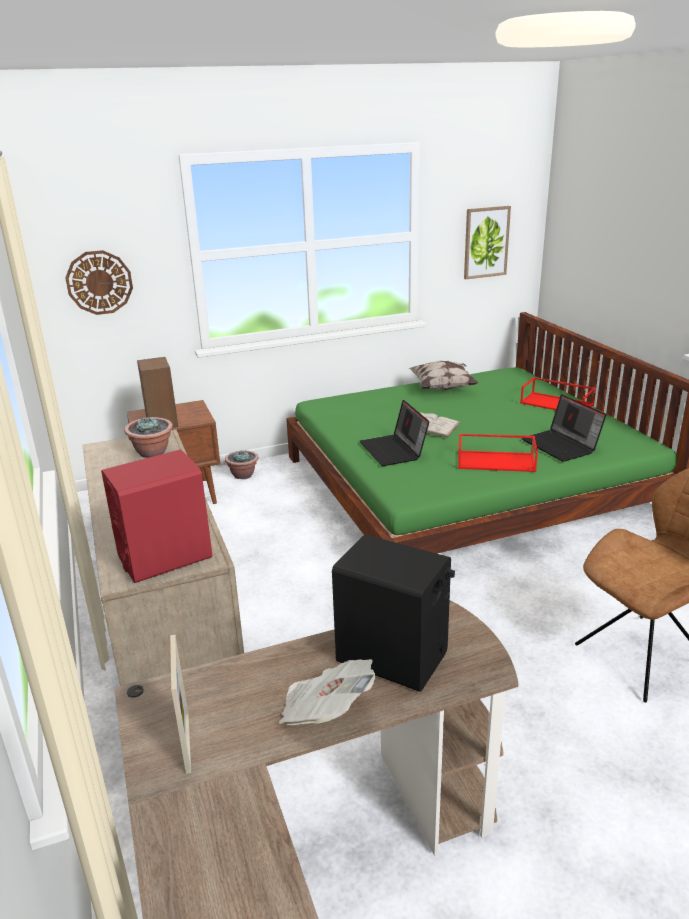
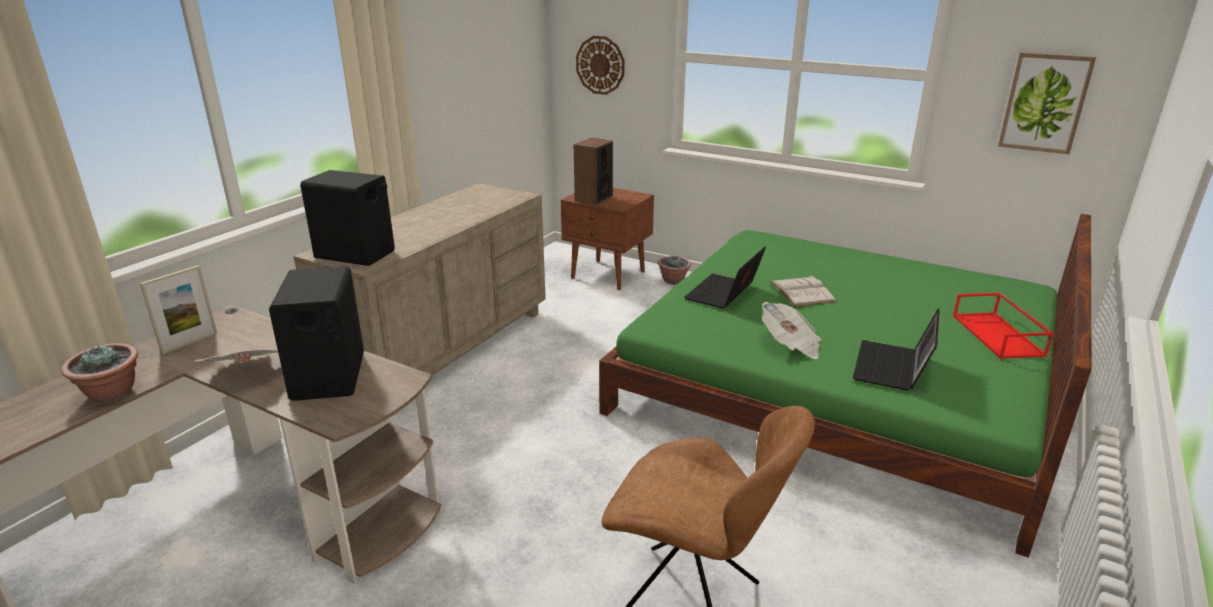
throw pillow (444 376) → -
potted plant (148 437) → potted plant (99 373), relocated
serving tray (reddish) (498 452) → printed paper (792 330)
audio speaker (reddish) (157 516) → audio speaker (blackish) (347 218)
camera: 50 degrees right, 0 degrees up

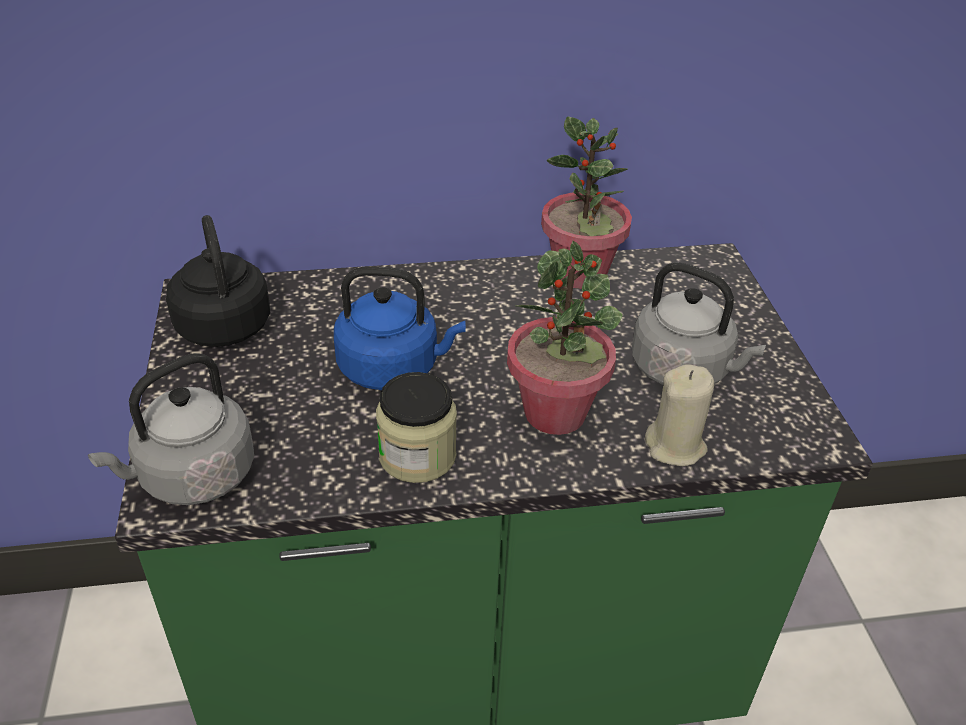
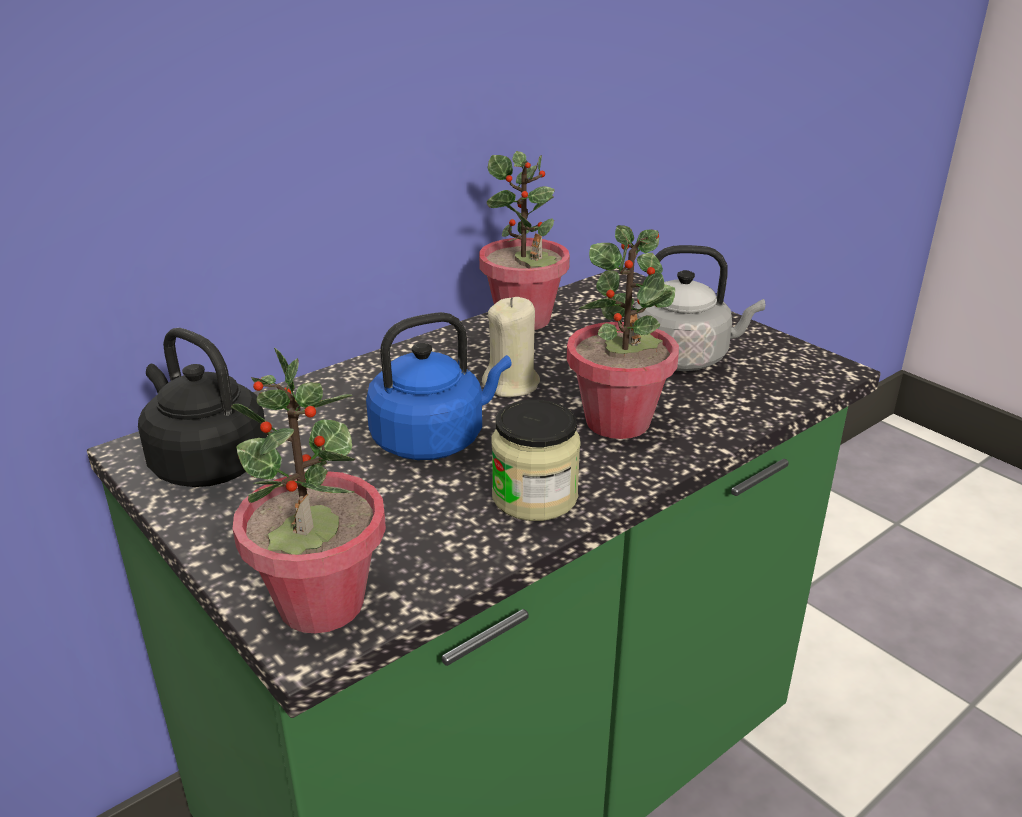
water kettle (grey) (171 429) → potted plant (308 490)
wax candle (sand-coloured) (679 415) → wax candle (sand-coloured) (511 347), relocated
camera: 30 degrees left, 10 degrees down

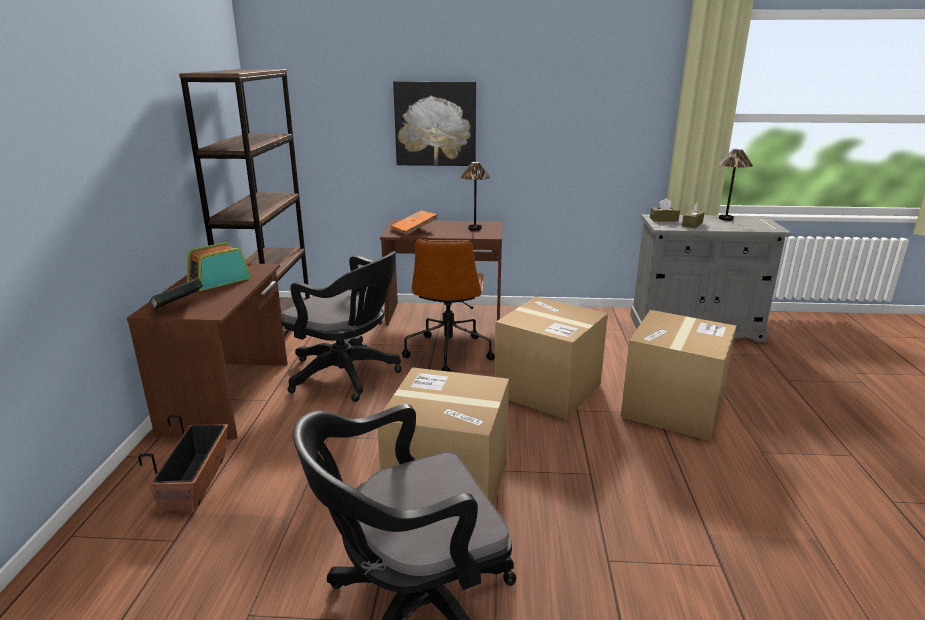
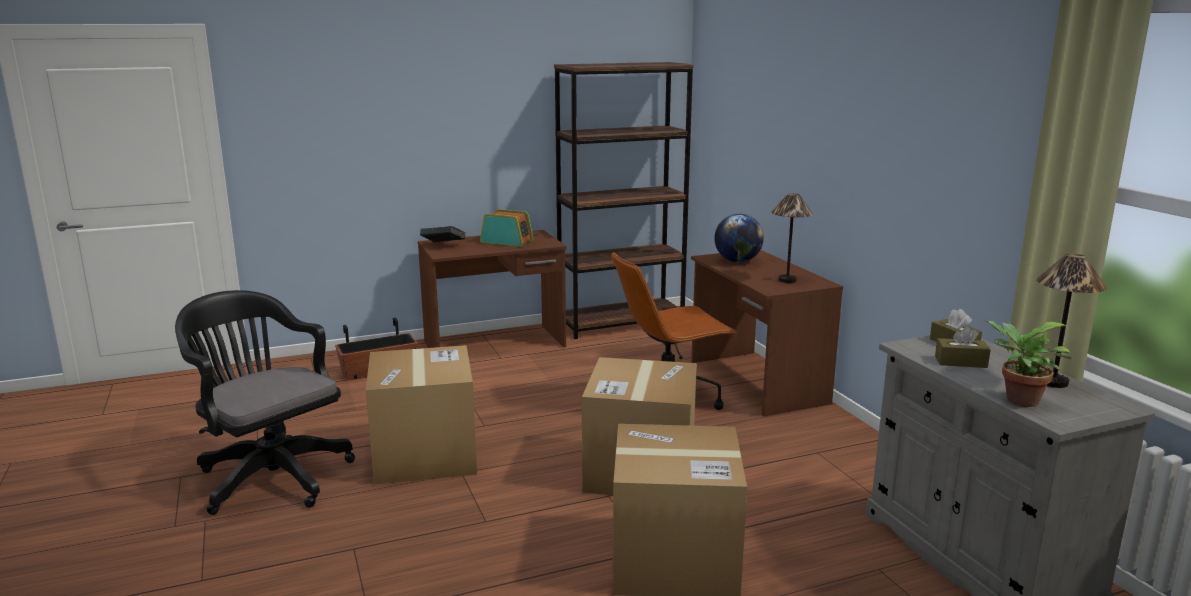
wall art (434 123) → -
volume (orange) (414 222) → globe (739 238)
office chair (blackish) (341 326) → -
- → potted plant (1028 363)
camera: 65 degrees right, 5 degrees down

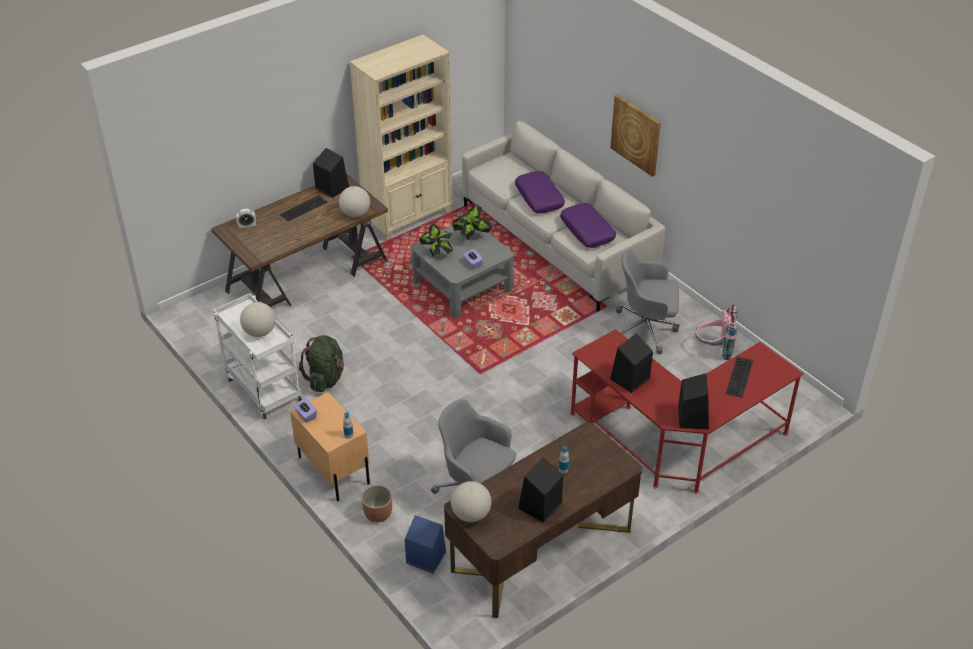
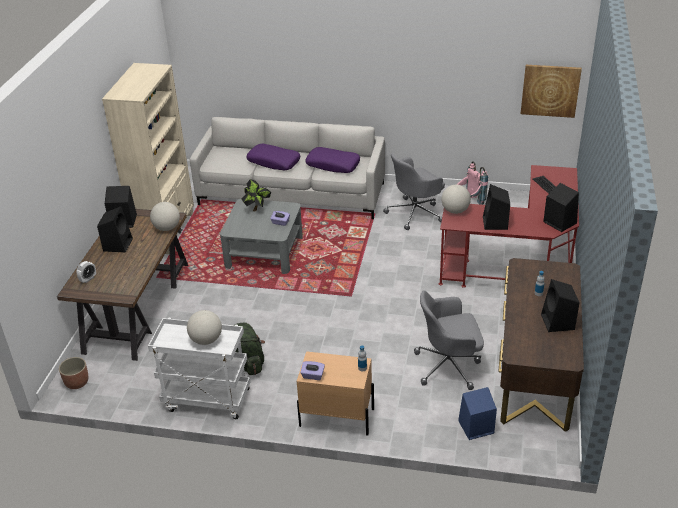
wall art (635 136) → wall art (551 91), relocated
computer keyboard (303 208) → audio speaker (blackish) (115 229)
potted plant (436 240) → -
globe (471 501) → globe (456 199), relocated
flower pot (376 503) → flower pot (74 373), relocated
camera: 40 degrees left, 5 degrees down

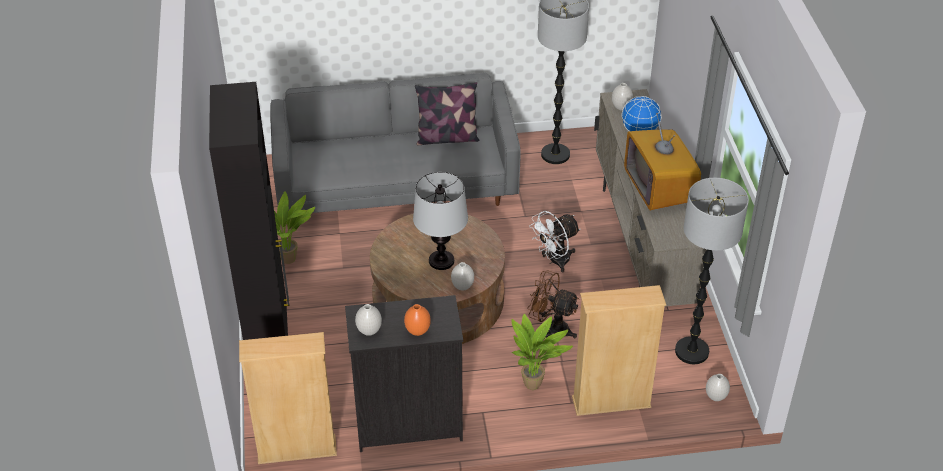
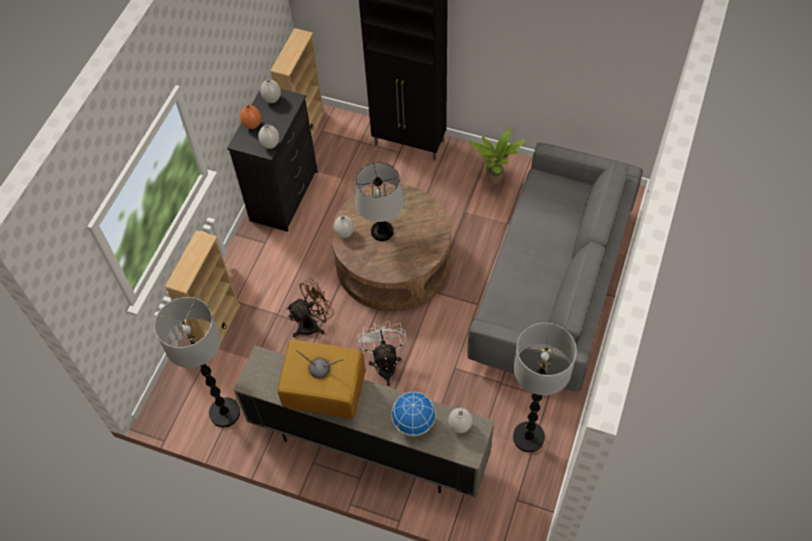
throw pillow (447 113) → -
potted plant (542 352) → -
flower vase (white-coloured) (718 387) → flower vase (white-coloured) (268 137), relocated
camera: 120 degrees right, 15 degrees up

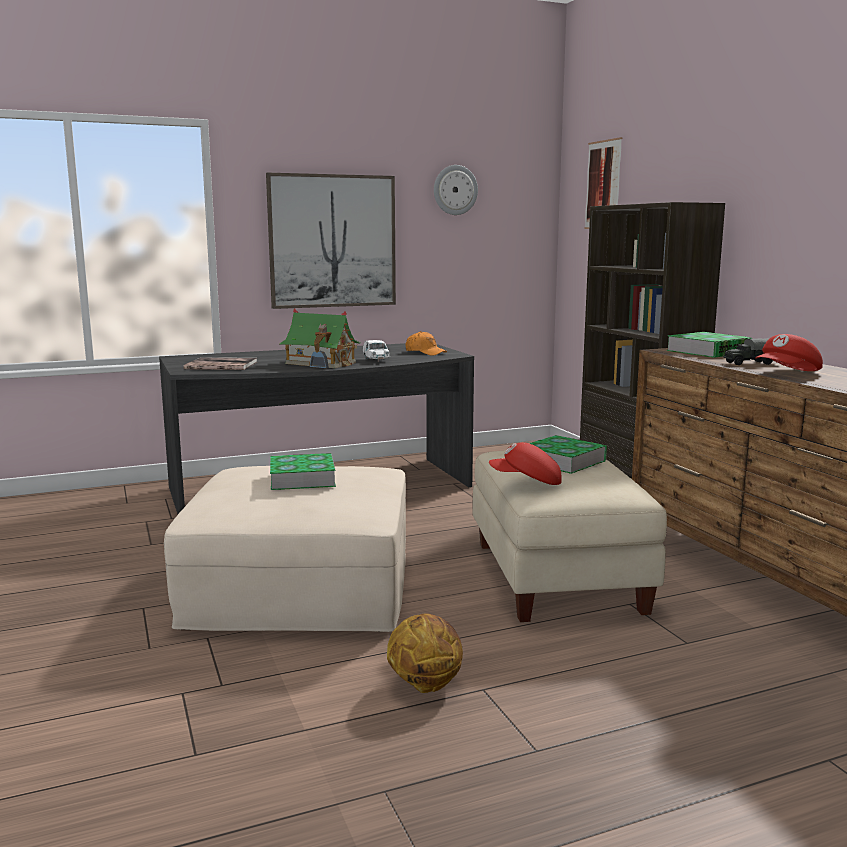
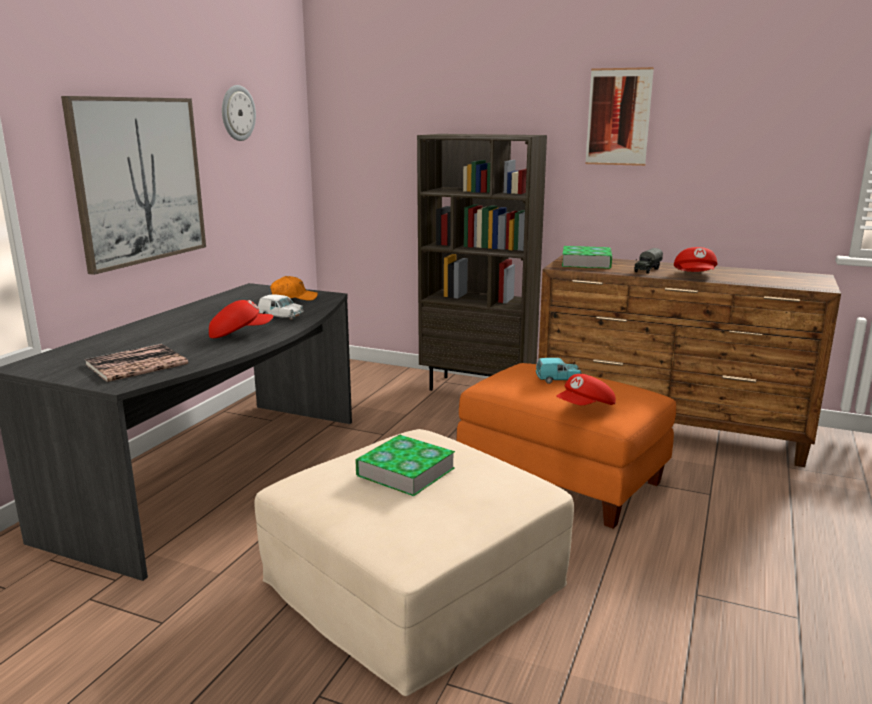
wall art (603 183) → wall art (619 116), relocated
miniature house (320 338) → baseball cap (reddish) (241 319)
volume (568 454) → miniature car (blue-green) (559 371)
ottoman (sand-coloured) (569 536) → ottoman (orange) (566 446)
basketball (425 653) → -
camera: 45 degrees left, 5 degrees up

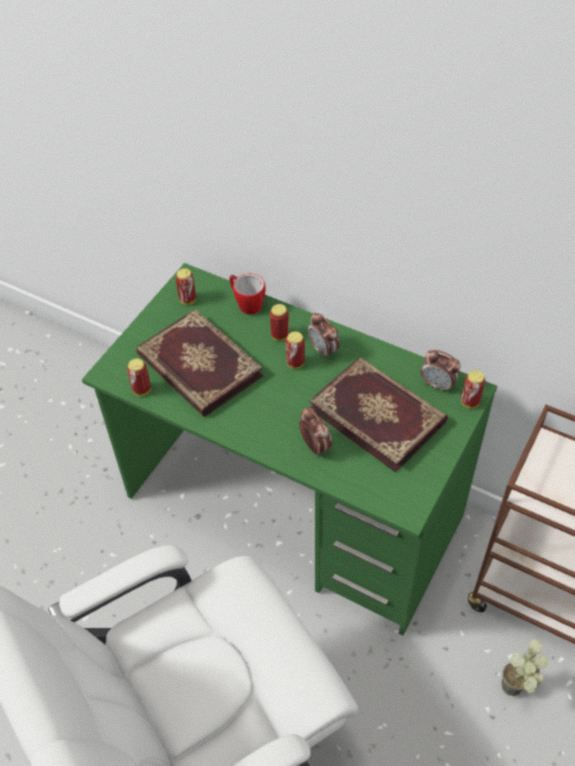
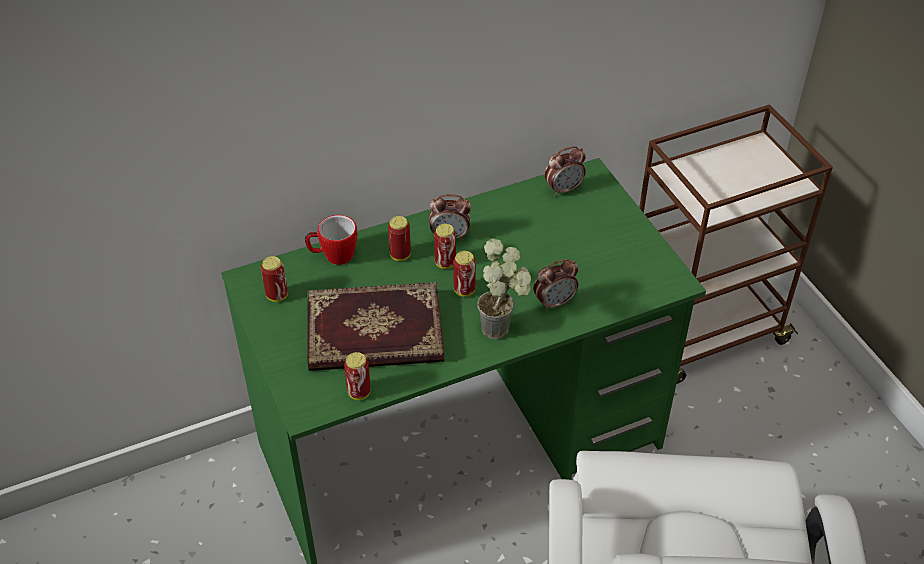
volume (378 414) → -
sealed can (473 389) → sealed can (464 274), relocated
bedside clock (315 431) → bedside clock (555 285), 150 degrees clockwise
potted plant (524 667) → potted plant (504 288), relocated
camera: 55 degrees left, 5 degrees down

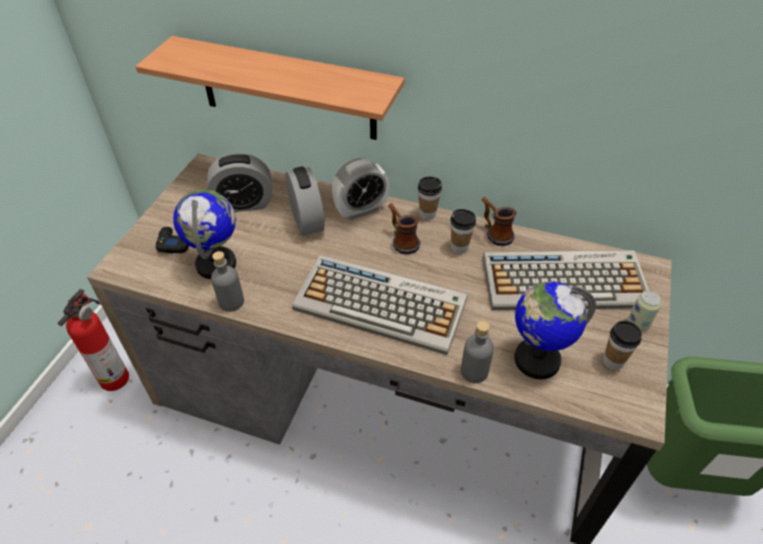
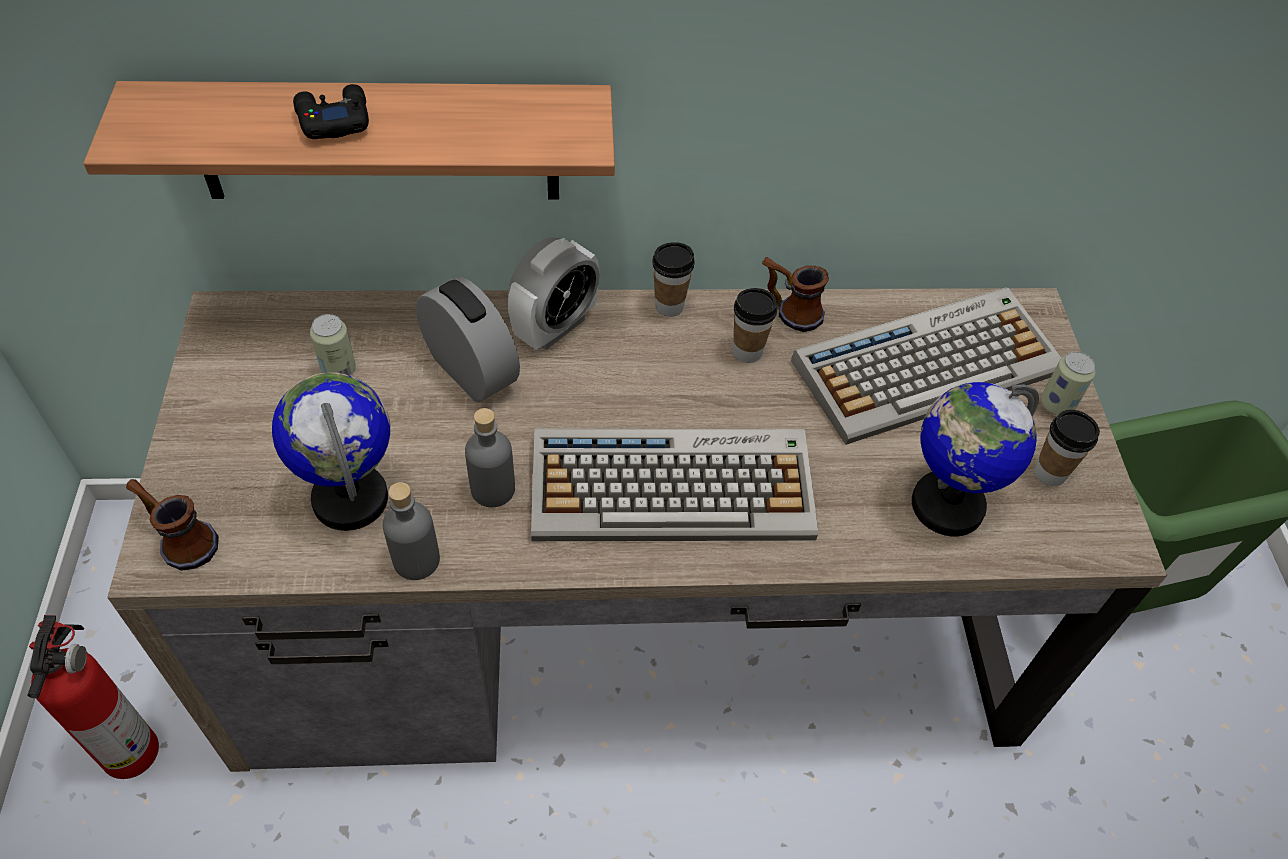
bedside clock (239 182) → sealed can (333 345)
mug (404 228) → mug (172 525), relocated
joypad (blackish) (172 240) → joypad (blackish) (331 112), relocated
beverage bottle (grey) (477 352) → beverage bottle (grey) (490 457), relocated
camera: 25 degrees left, 5 degrees up

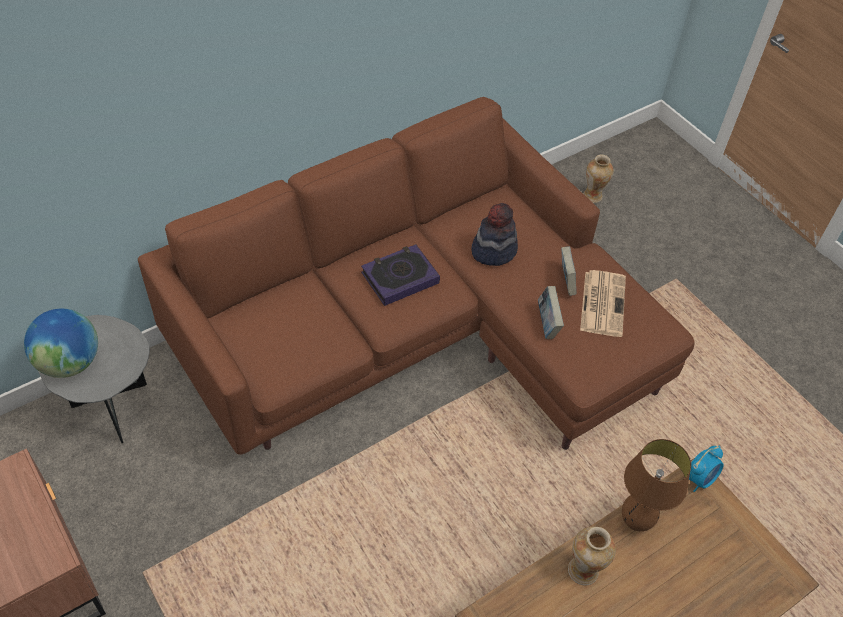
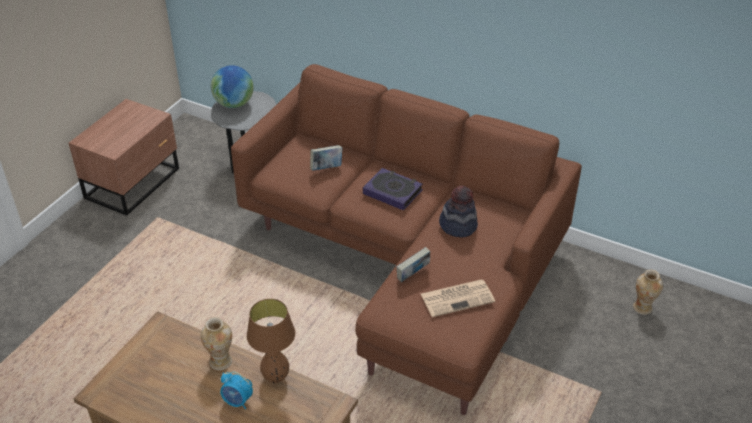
volume (568 271) → volume (326 158), relocated
bedside clock (706 469) → bedside clock (236 390), relocated
camera: 65 degrees right, 10 degrees down

